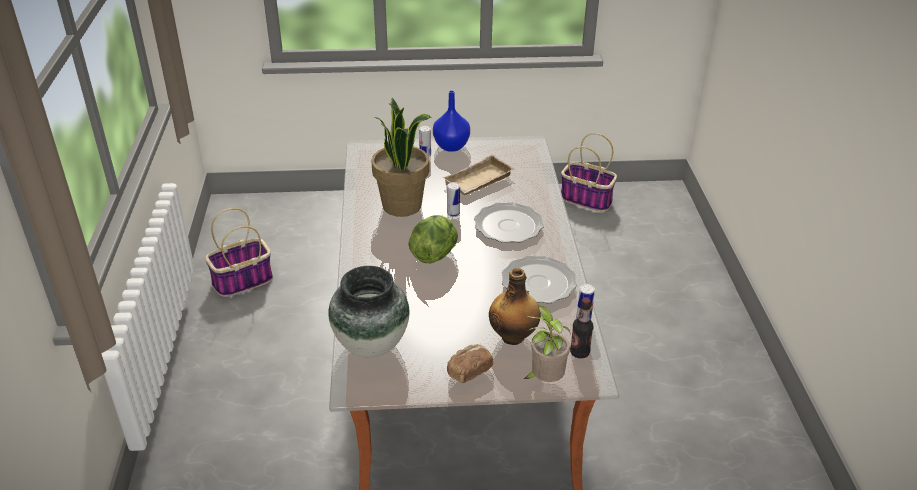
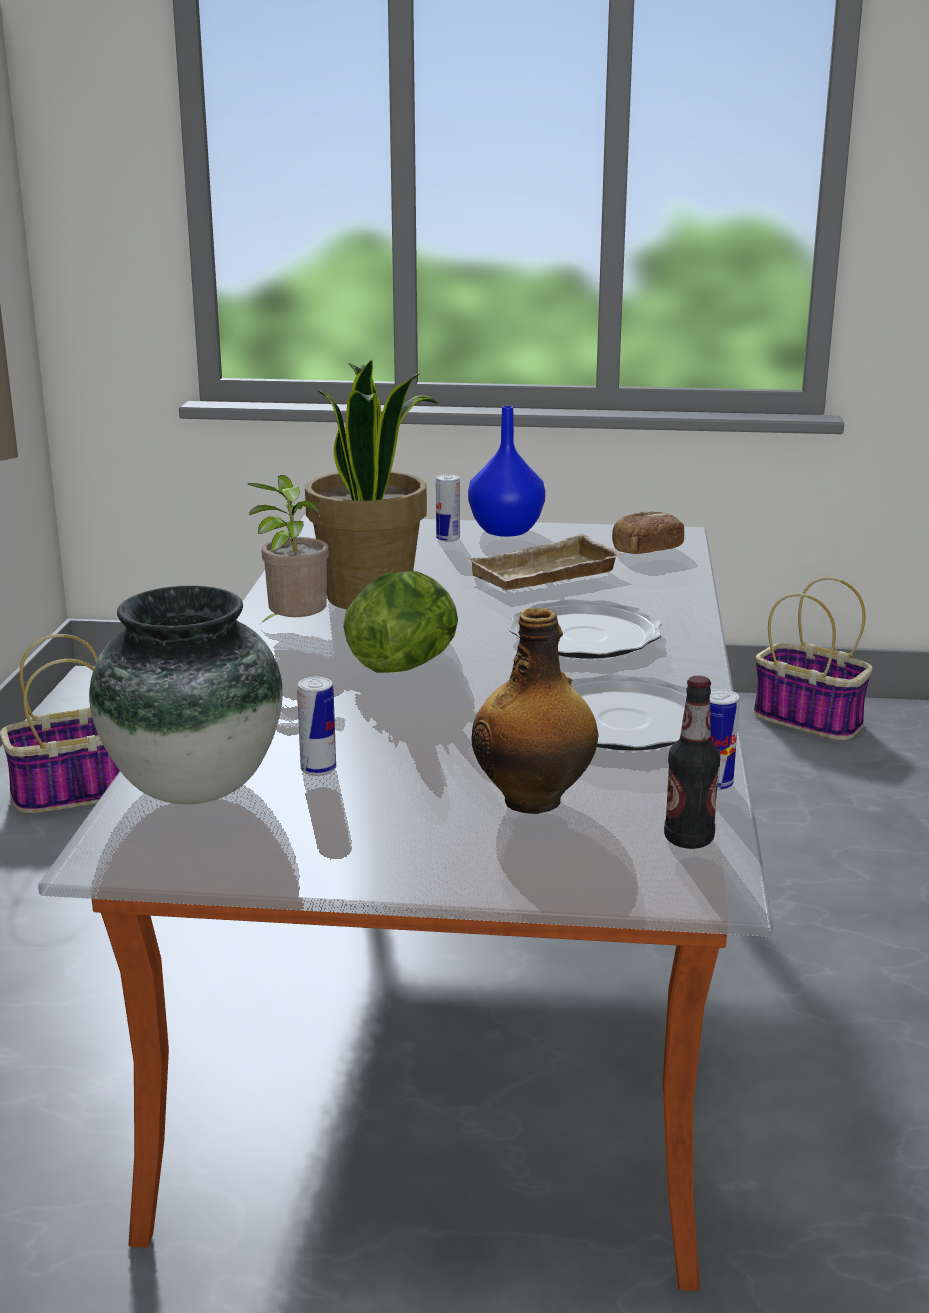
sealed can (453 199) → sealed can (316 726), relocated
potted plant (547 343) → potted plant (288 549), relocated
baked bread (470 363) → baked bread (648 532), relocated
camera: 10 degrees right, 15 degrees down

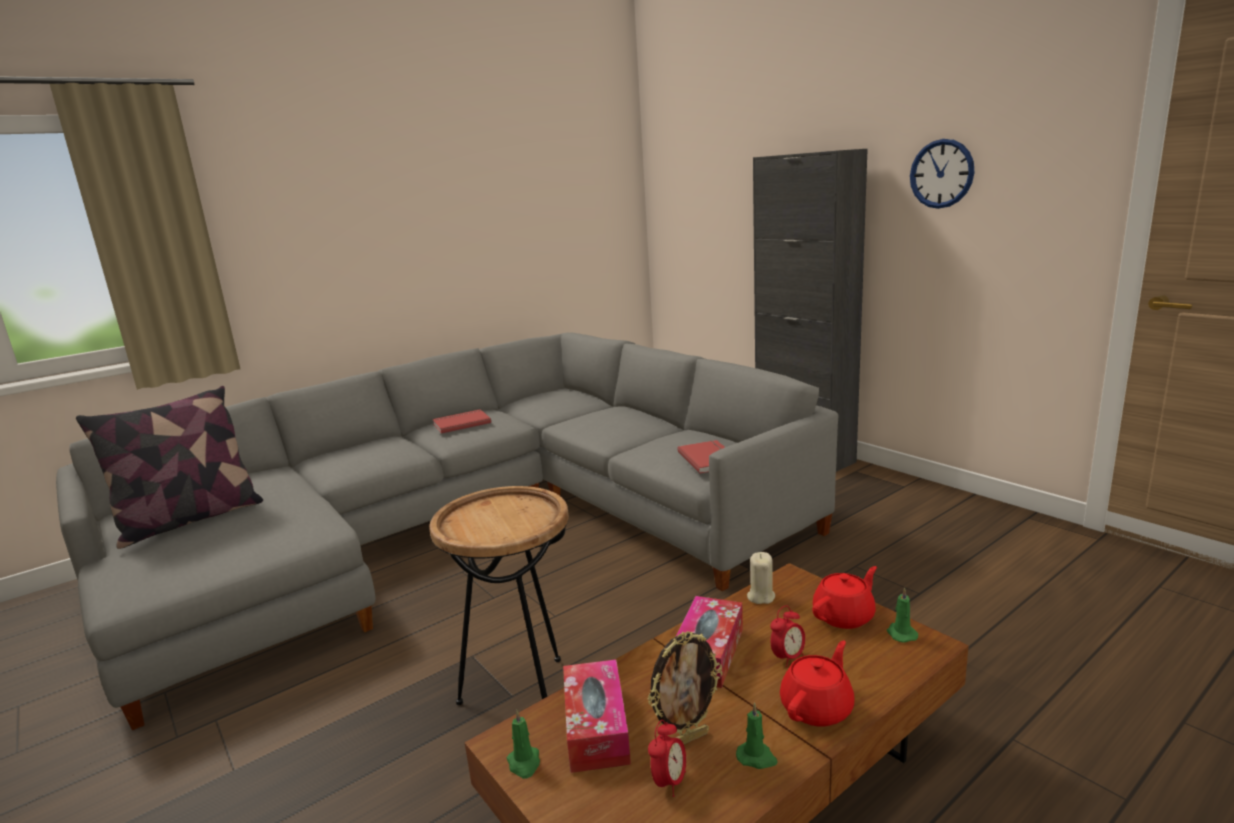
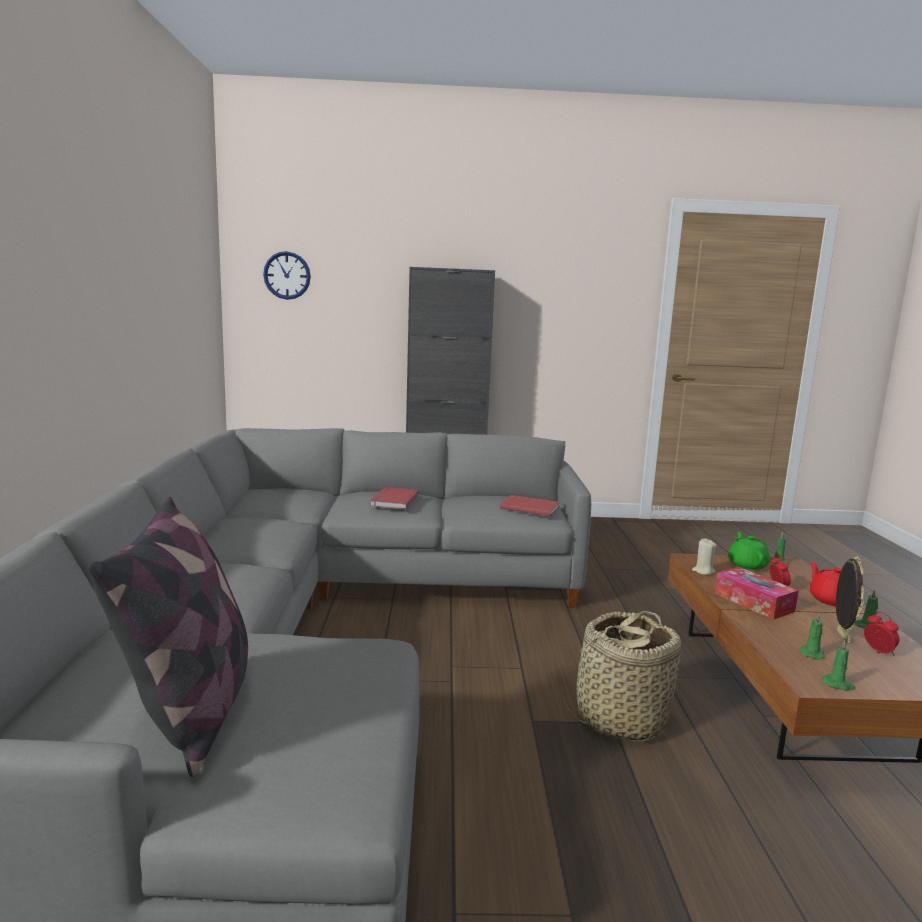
hanging clock (942 174) → hanging clock (287 275), relocated
volume (reddish) (461 421) → volume (reddish) (394 498), relocated
accent table (brown) (499 595) → household basket (622 676)
tea pot (reddish) (844 597) → tea pot (green-coloured) (749 551)
tissue holder (597 716) → wax candle (green-coloured) (811 637)
camera: 55 degrees left, 5 degrees down

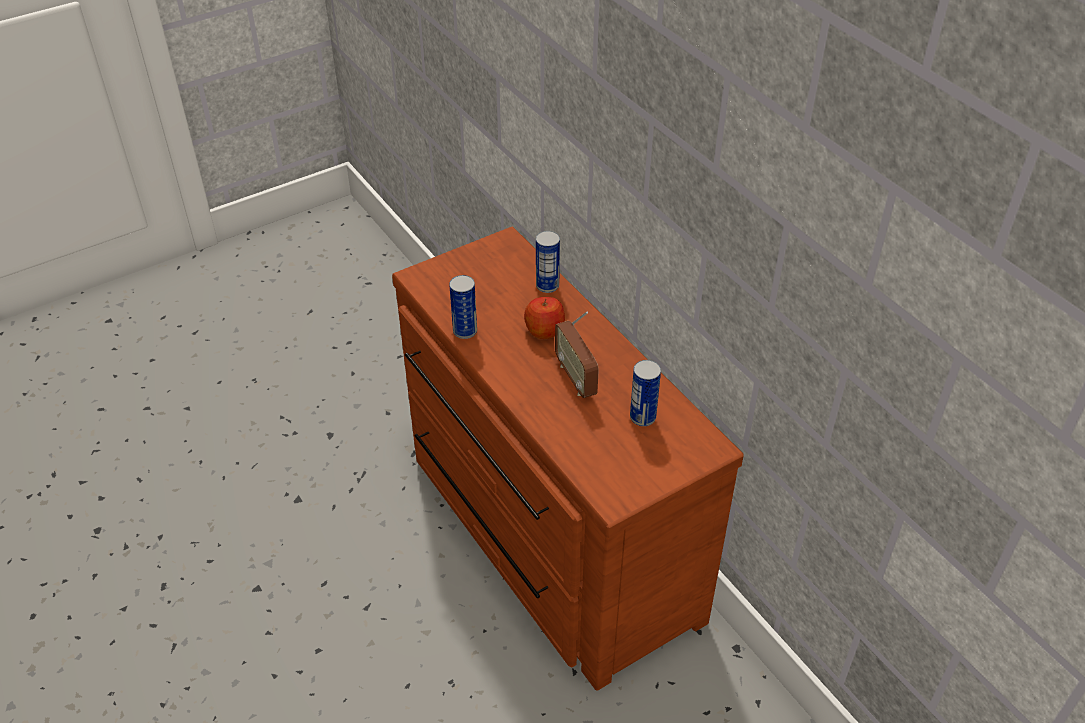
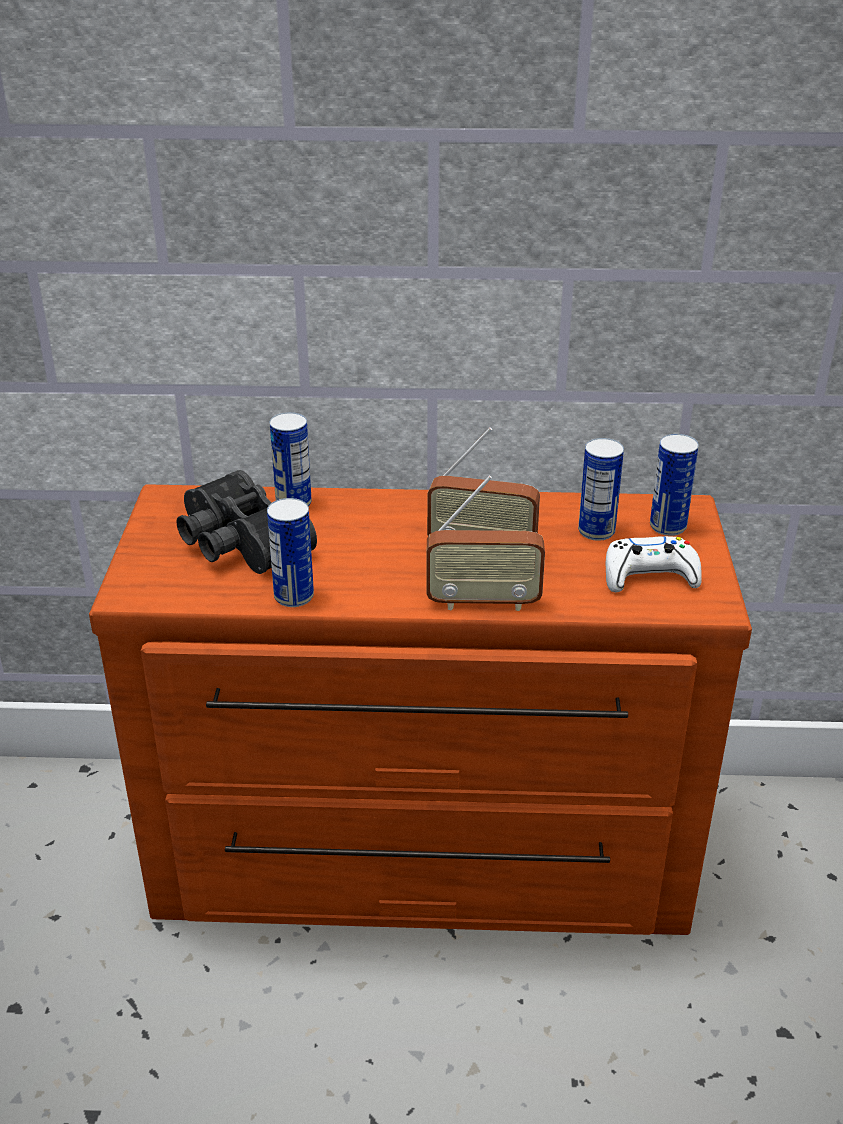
whole apple (544 318) → -
- → sealed can (674 485)
- → pair of binoculars (blackish) (246 522)
- → radio (485 543)
- → joypad (white-coloured) (654 564)
camera: 55 degrees left, 10 degrees down

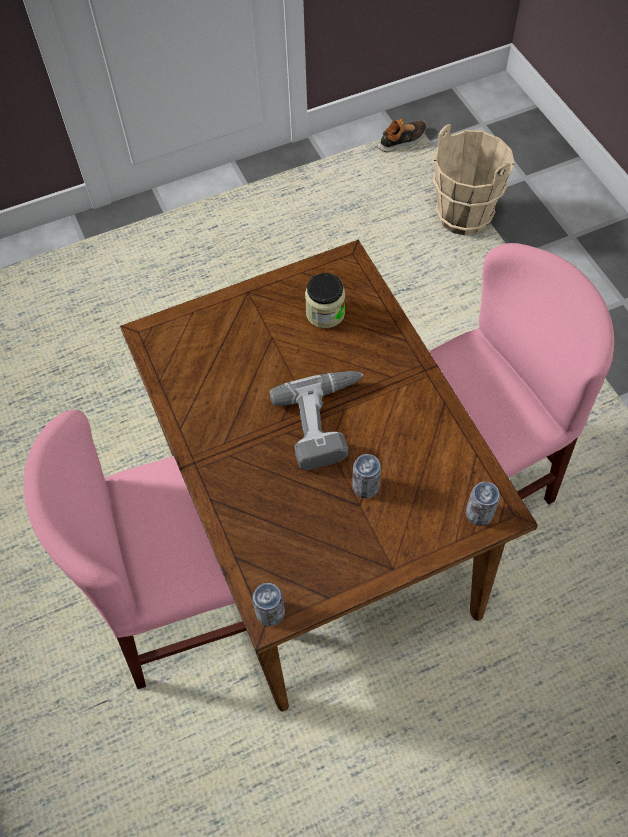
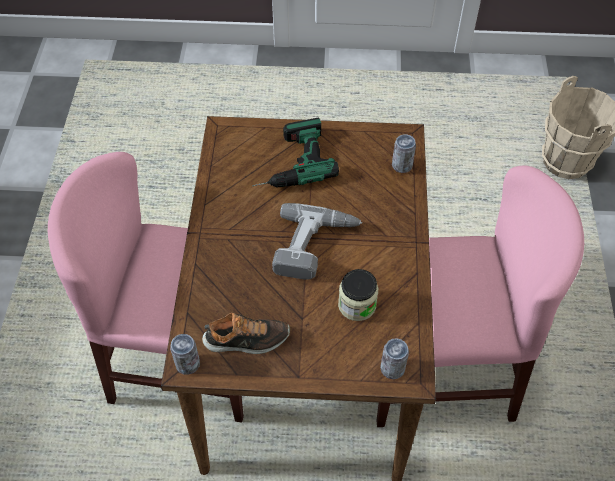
item of footwear (402 135) → item of footwear (246 333), relocated
storage jar (325 300) → storage jar (358 295), relocated
sealed can (366 476) → sealed can (404 153), relocated
- → drill (295 152)
camera: 25 degrees right, 5 degrees down

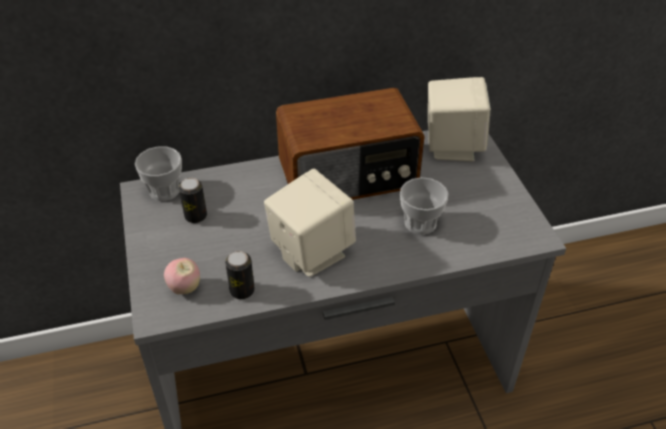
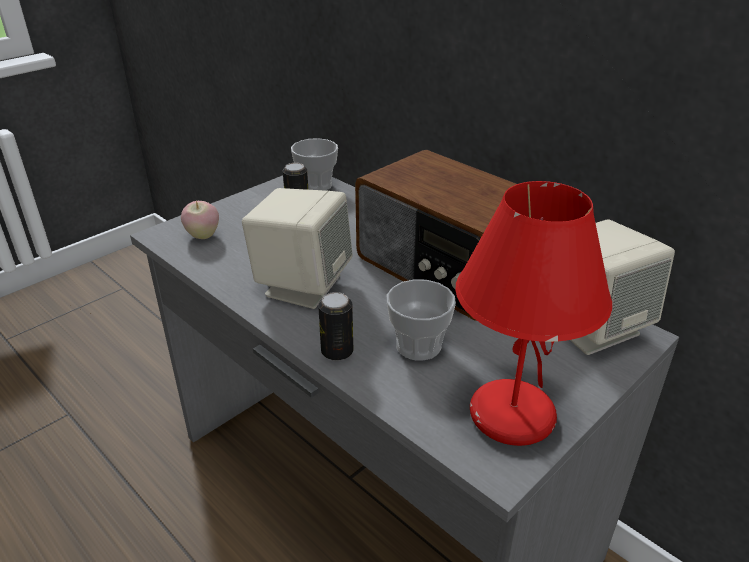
sealed can (240 275) → sealed can (335 326), relocated
- → table lamp (reddish) (534 313)
camera: 60 degrees right, 10 degrees down

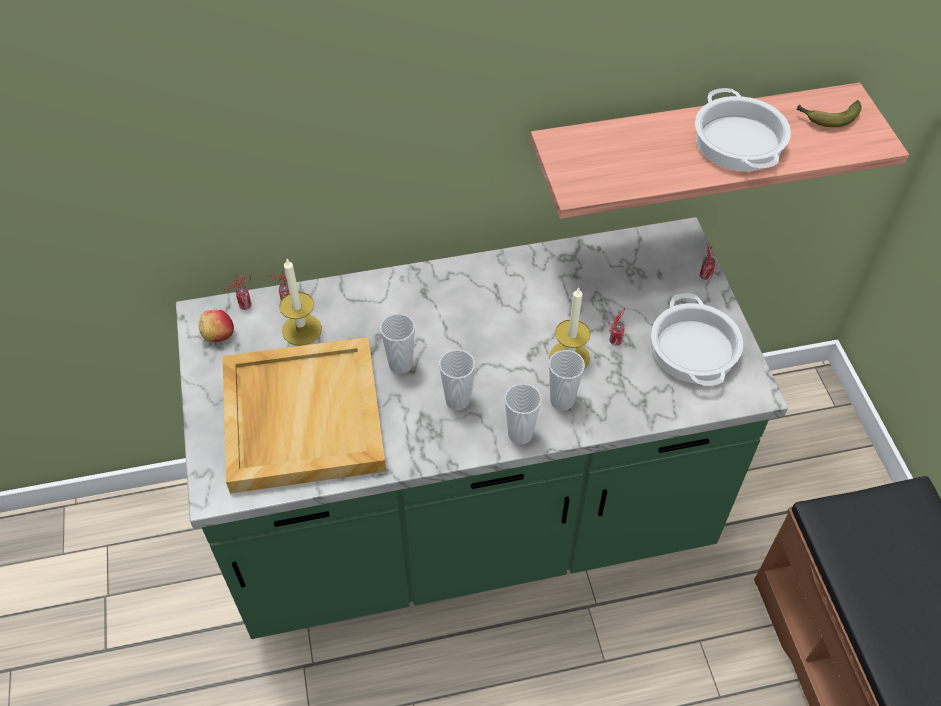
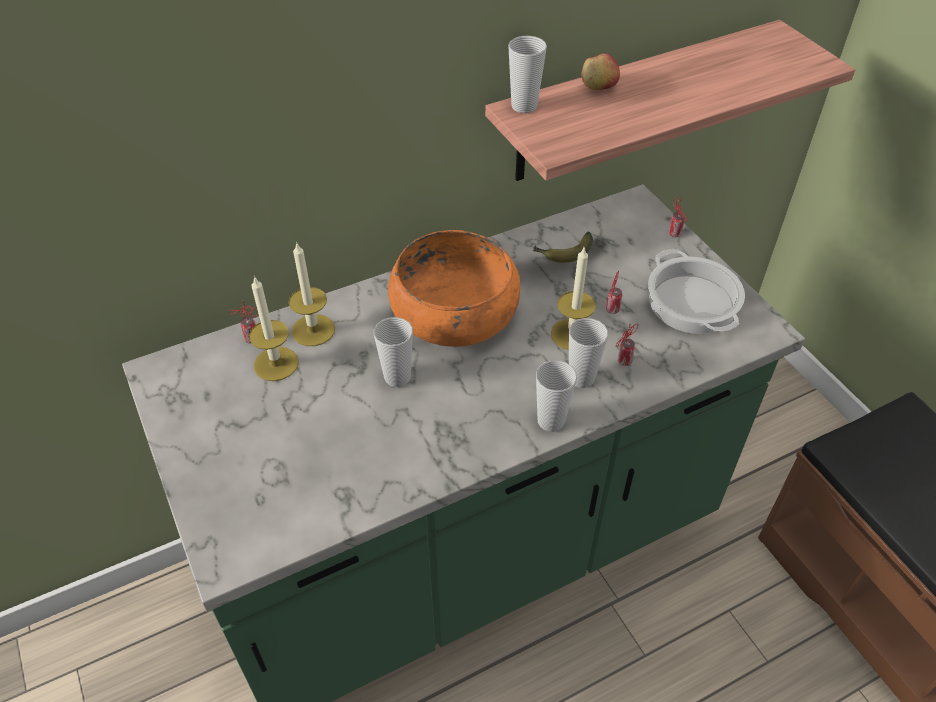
stockpot (743 129) → -
banana (829 113) → banana (563 247), relocated
sealed can (238 291) → sealed can (626 344), relocated
whole apple (216 326) → whole apple (600 71), relocated
serving tray (sand-coloured) (304 415) → -
small cup (457 379) → small cup (527 74), relocated
- → deep dish (orange) (454 288)
- → wax candle (312 294)
camera: 15 degrees left, 5 degrees down

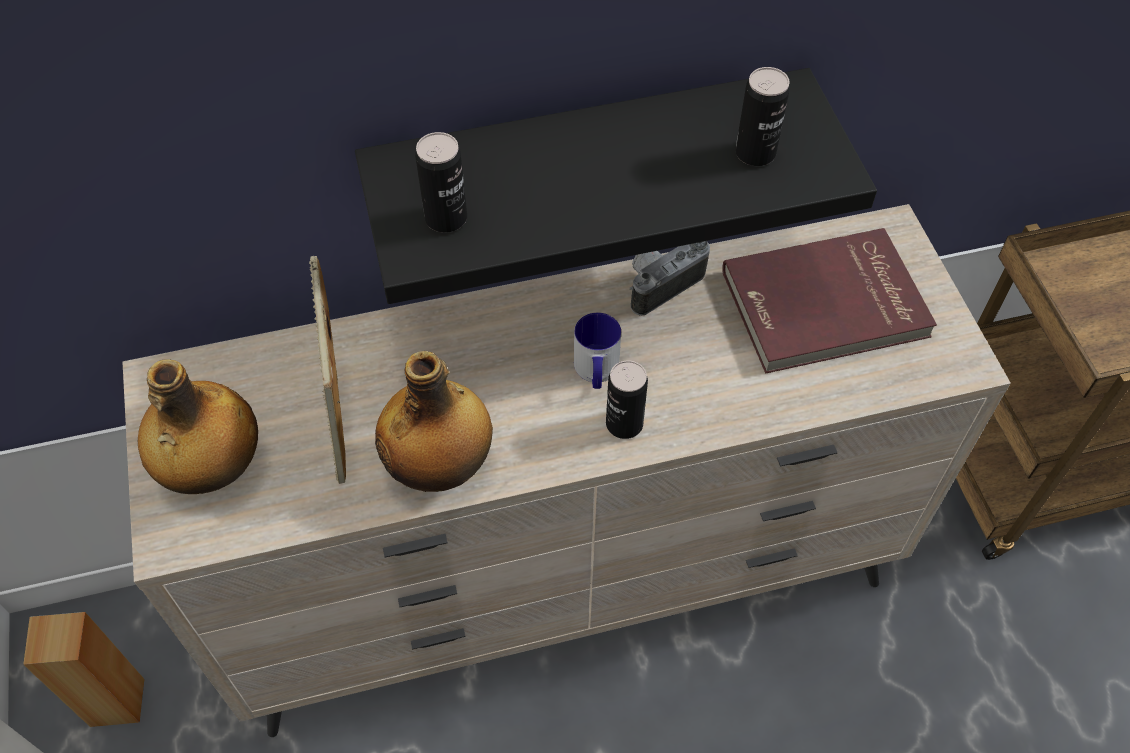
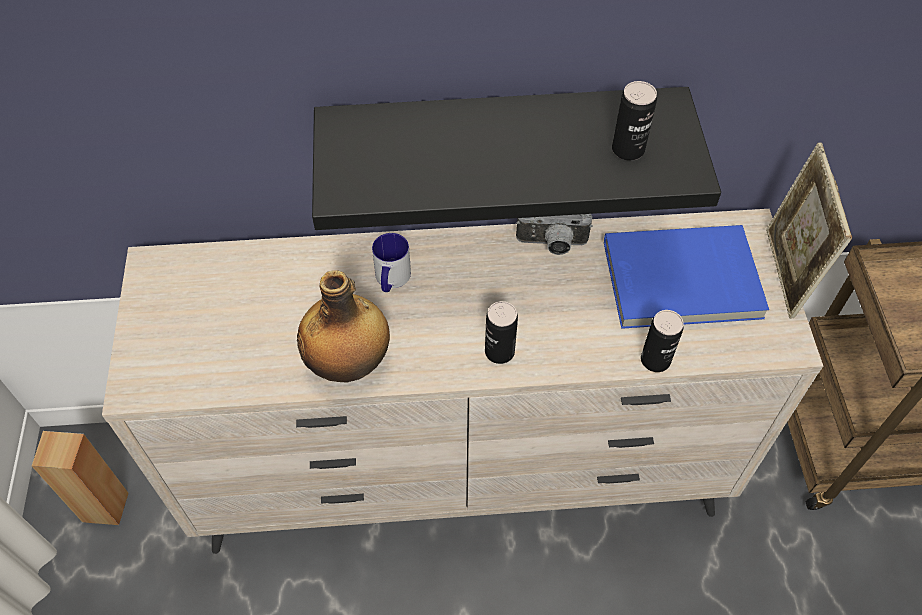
sealed can (441 182) → sealed can (662 341), relocated
volume (reddish) (829 300) → volume (bluish) (686 277)
still camera (670 278) → still camera (554 234), 150 degrees counterclockwise
picture frame (327 370) → picture frame (809 230), relocated
mug (597 351) → mug (391 262), relocated
beverage bottle (198 426) → -
camera: 10 degrees right, 0 degrees up

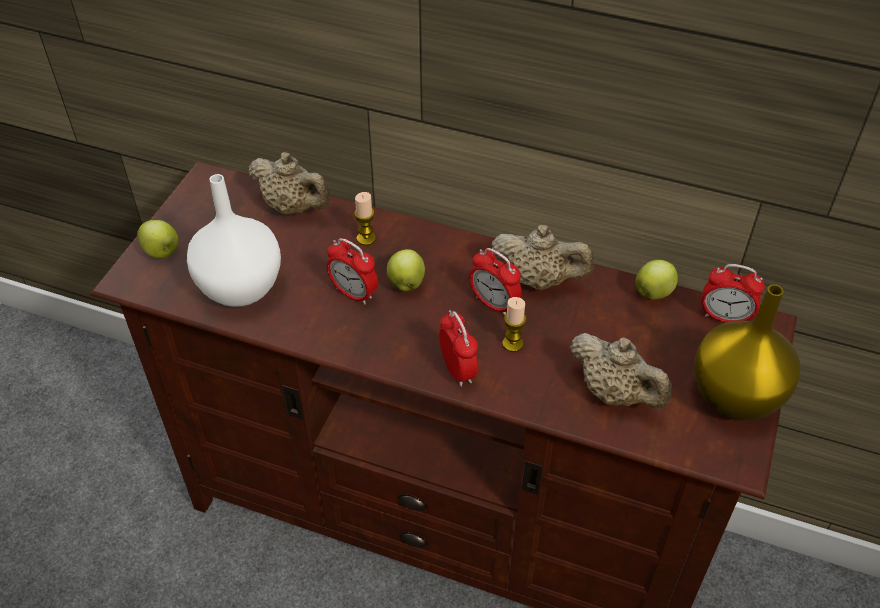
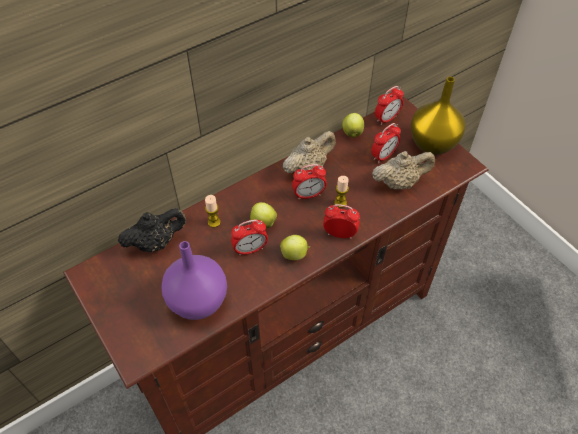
tea pot (sand-coloured) (289 183) → tea pot (blackish) (152 230)
flower vase (white-coloured) (234 240) → flower vase (purple-coloured) (194 280)
whole apple (157 239) → whole apple (295 247), relocated
- → bedside clock (386 143)
camera: 55 degrees left, 5 degrees up

